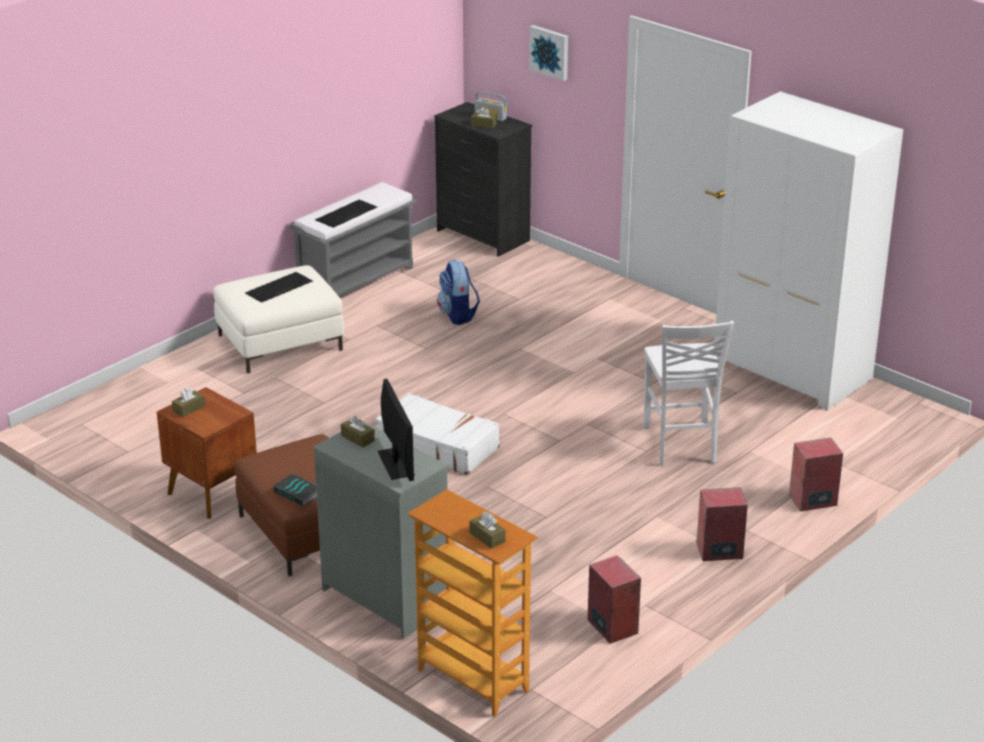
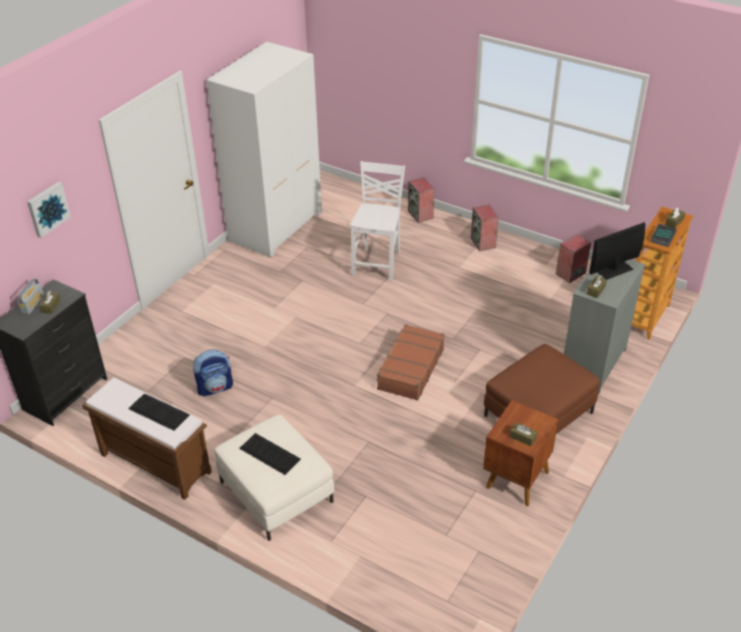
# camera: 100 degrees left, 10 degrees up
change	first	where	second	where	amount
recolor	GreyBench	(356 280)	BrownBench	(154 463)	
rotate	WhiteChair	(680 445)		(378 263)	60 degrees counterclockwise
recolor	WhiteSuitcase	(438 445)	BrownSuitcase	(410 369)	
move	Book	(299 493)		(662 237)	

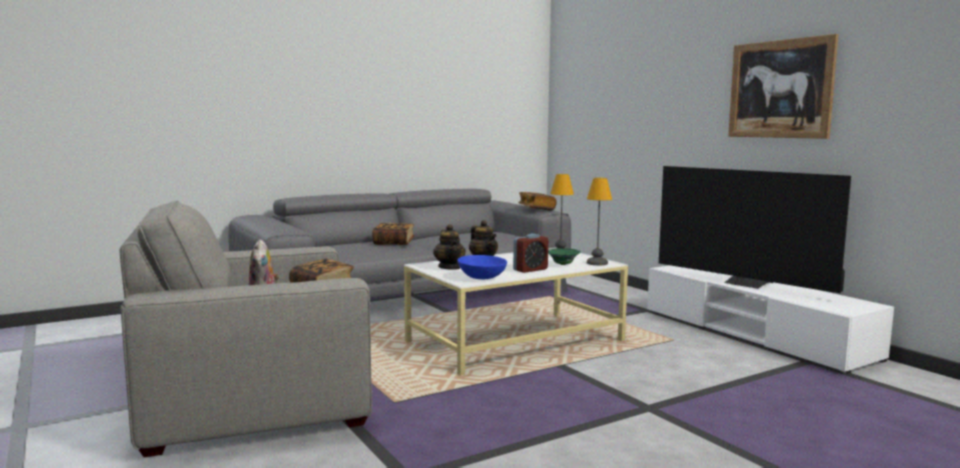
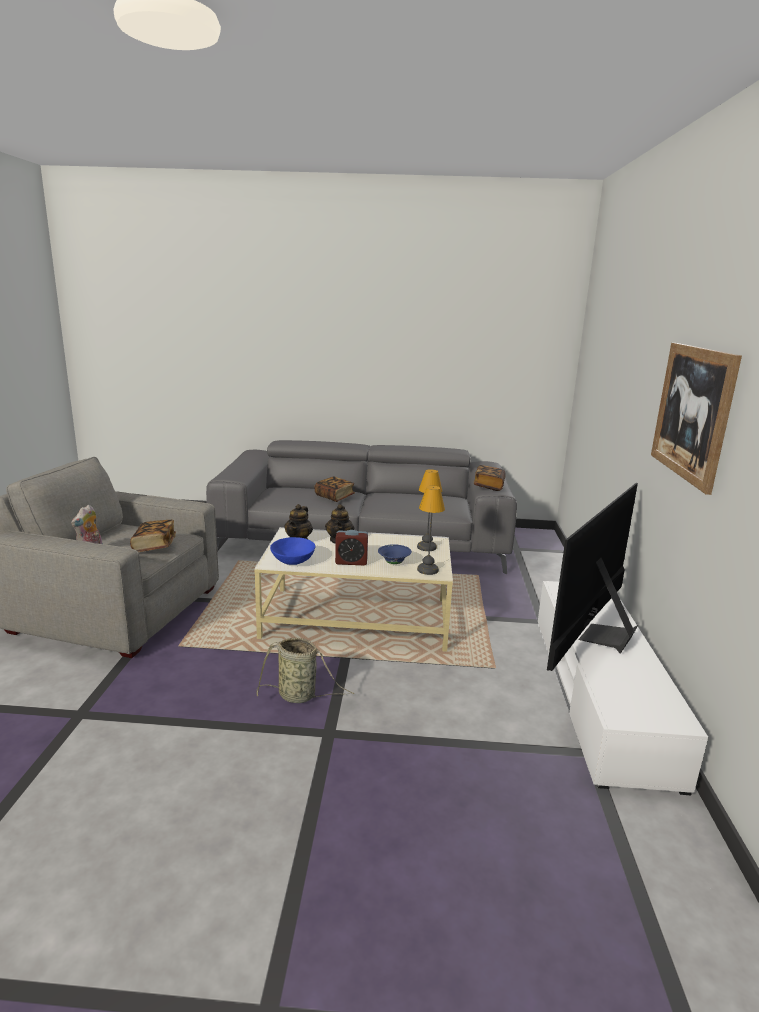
# camera: 35 degrees right, 10 degrees up
change	first	where	second	where	amount
insert			Basket	(300 696)	
recolor	GreenBowl	(563 264)	BlueBowl	(394 563)	
rotate	Television	(746 283)		(598 636)	45 degrees clockwise

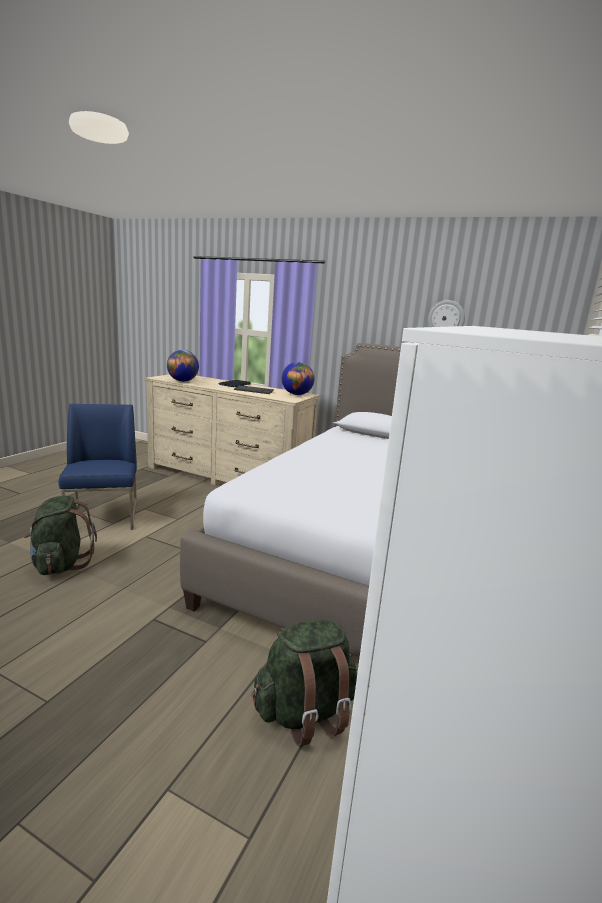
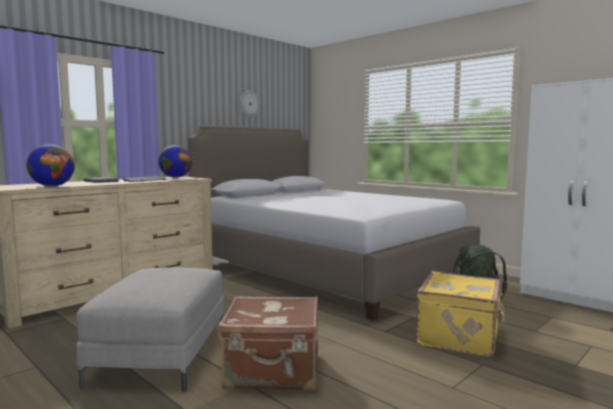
# camera: 70 degrees left, 10 degrees down
change	first	where	second	where	amount
replace	BlueChair	(104 517)	GreyOttoman	(160 353)	
replace	GreenBackpack	(60 564)	BrownSuitcase	(273 372)	
insert			YellowSuitcase	(460 337)	

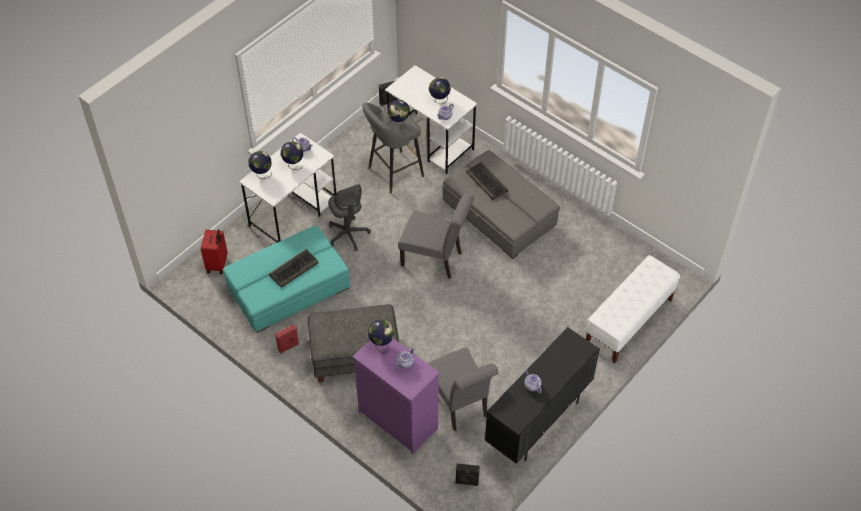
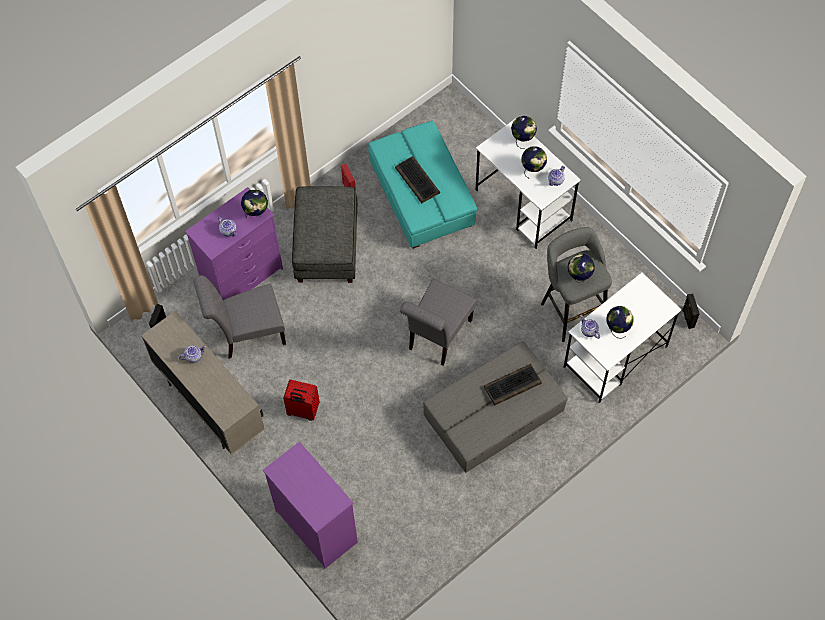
# camera: 100 degrees right, 10 degrees up
change	first	where	second	where	amount
recolor	BlackCabinet	(538 422)	BeigeCabinet	(210 405)	
replace	WhiteBench	(628 322)	PurpleDresser	(316 525)	
move	RedSuitcase	(218 264)		(302 411)	
delete	GreyOfficeChair	(348 235)			

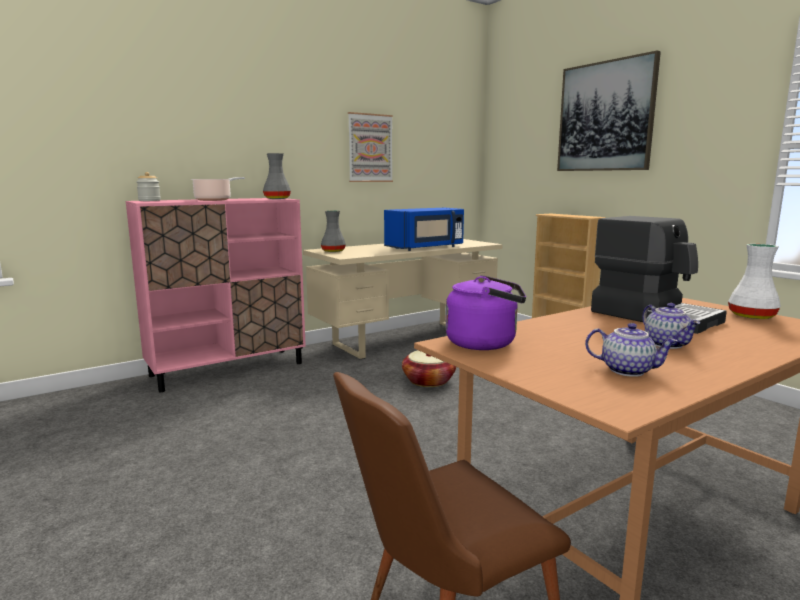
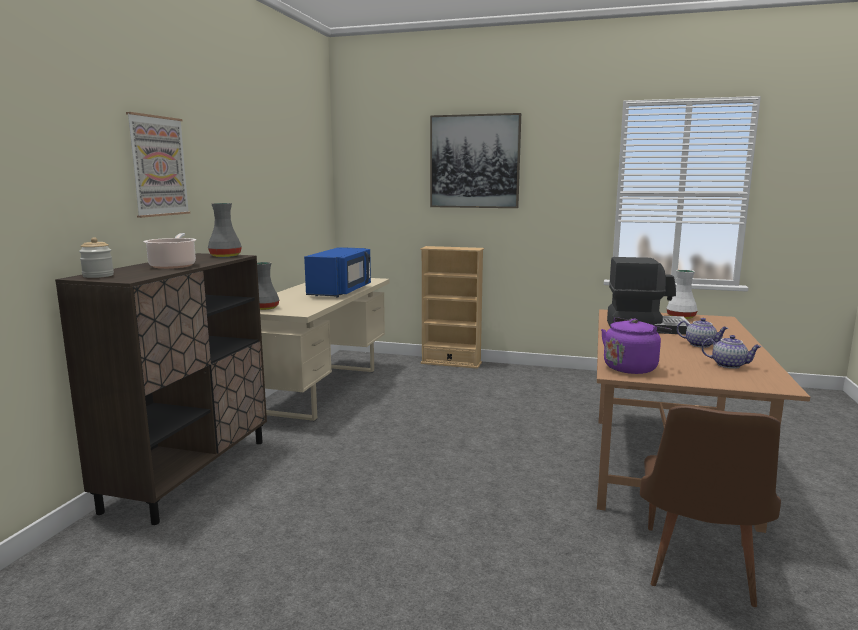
# camera: 40 degrees left, 0 degrees up
change	first	where	second	where	amount
recolor	PinkCabinet	(228 369)	BrownCabinet	(189 473)	
move	Picture	(370 148)		(158 166)	
rotate	Teapot	(627 370)		(729 365)	45 degrees clockwise
delete	Basket	(428 381)			

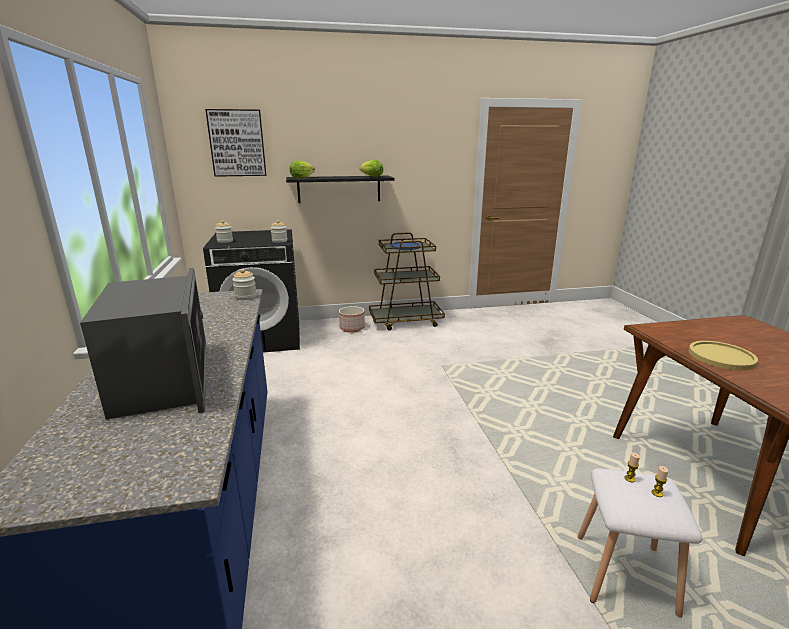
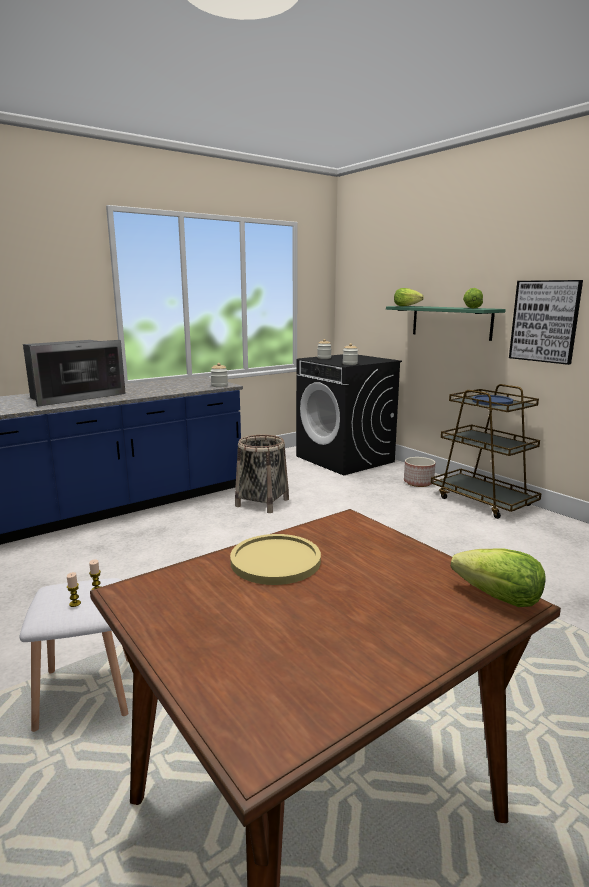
# camera: 65 degrees right, 5 degrees down
change	first	where	second	where	amount
insert			Basket	(262 503)	
recolor	BlackShelf	(339 189)	GreenShelf	(451 322)	
insert			Lettuce	(499 599)	
move	Picture	(237 143)		(545 321)	

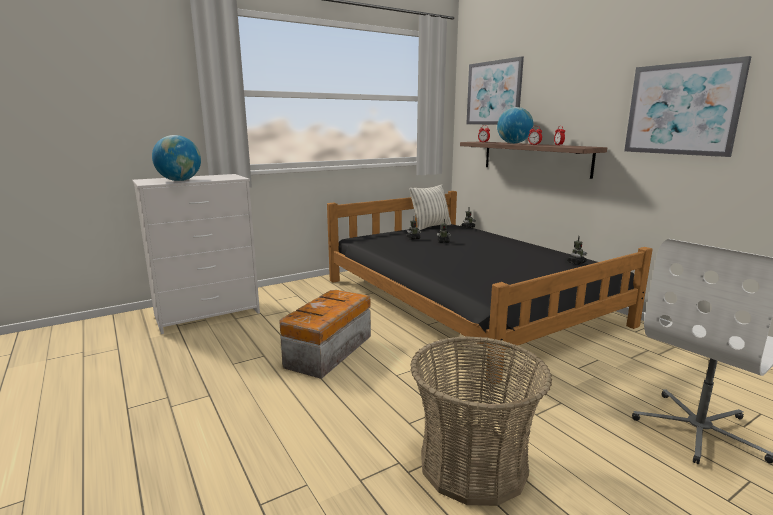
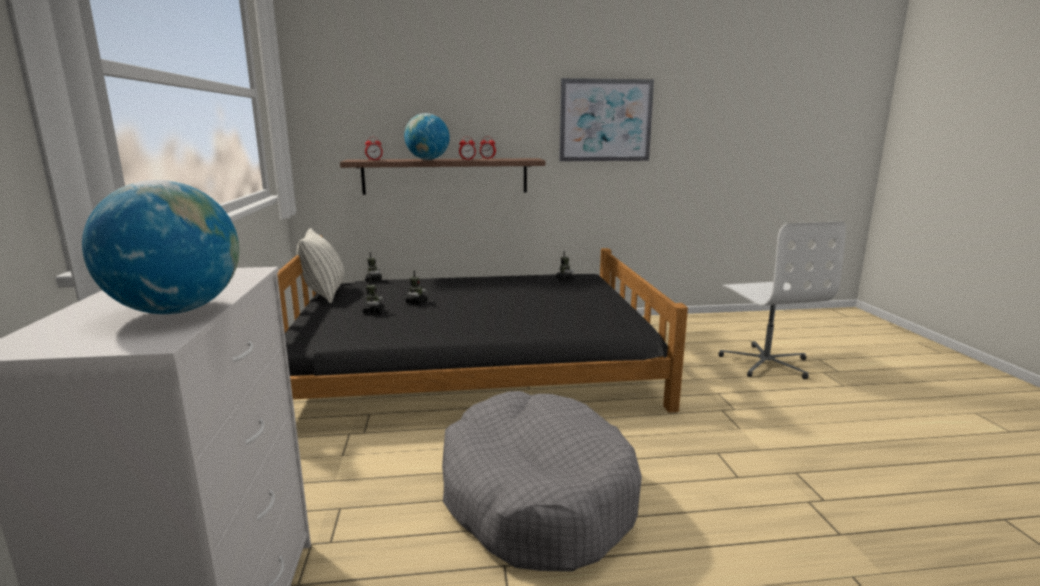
# camera: 65 degrees left, 0 degrees up
change	first	where	second	where	amount
replace	StorageBox	(327 351)	GreyDogBed	(536 496)	
delete	Basket	(473 464)			
delete	Picture	(493 93)			

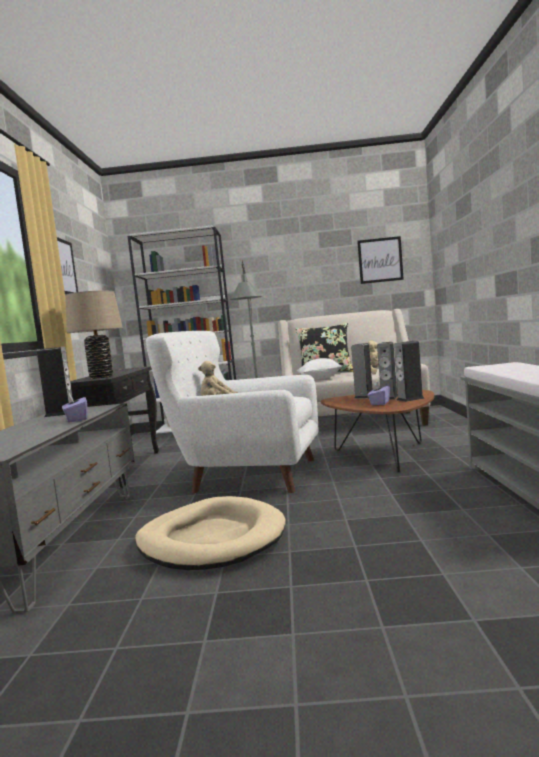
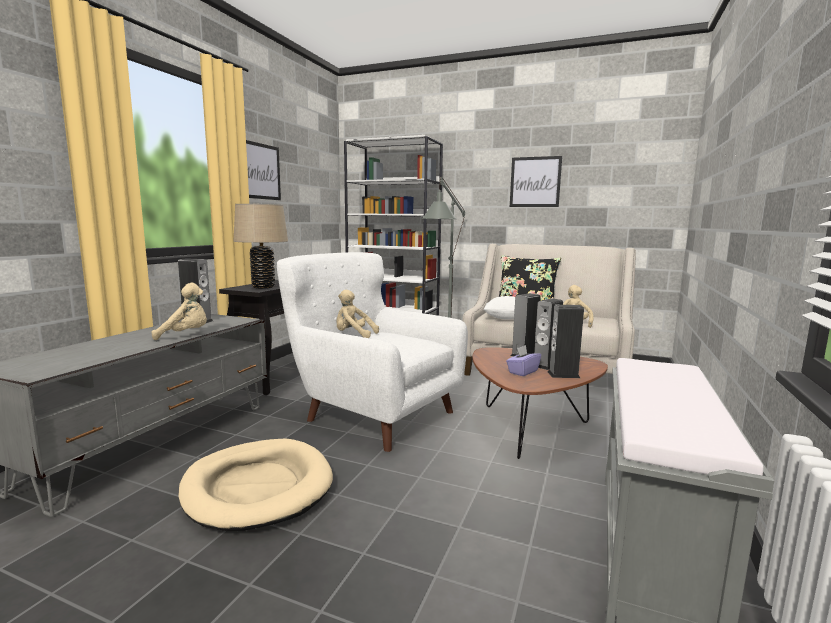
# camera: 20 degrees right, 5 degrees up
change	first	where	second	where	amount
replace	PurpleTissueBox	(76 419)	BeigePlushToy	(185 335)	
move	Picture	(380 260)		(535 182)	

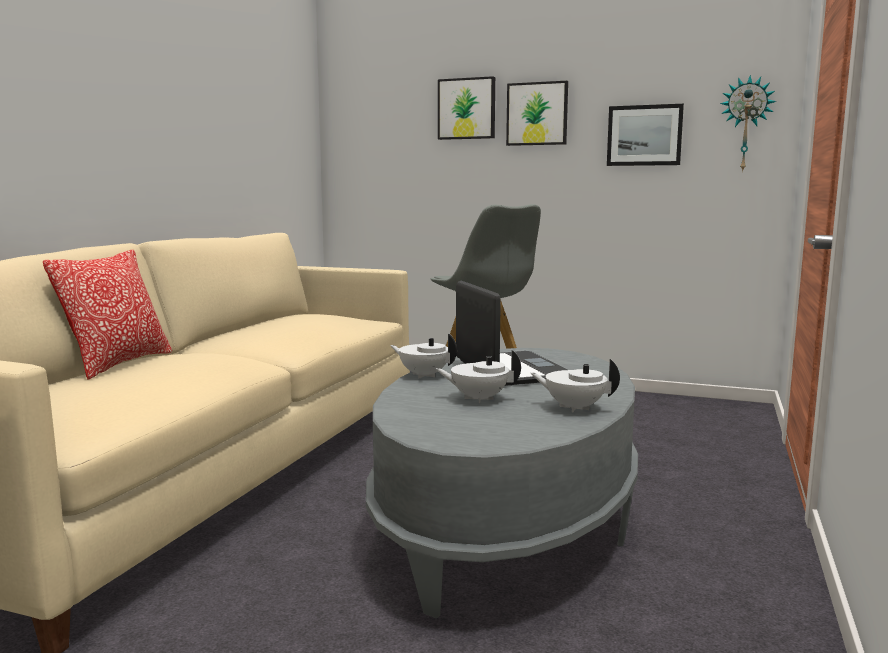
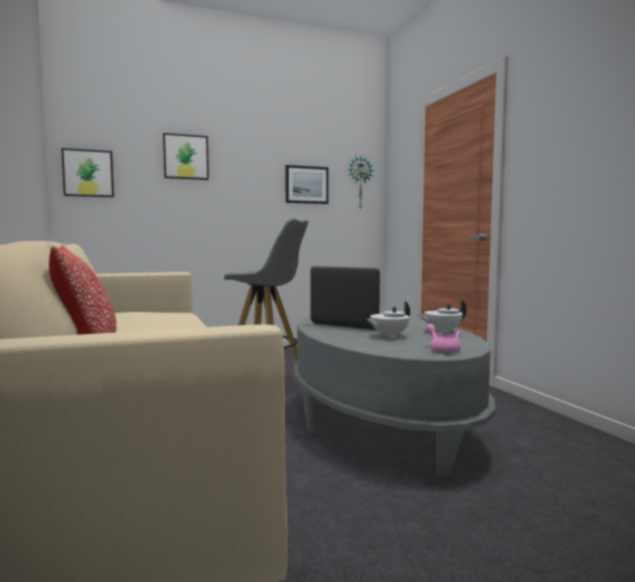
# camera: 40 degrees left, 5 degrees down
change	first	where	second	where	amount
move	Picture	(537 114)		(88 173)	
insert			PinkTeapot	(442 350)	
delete	WhiteTeapot	(424 375)			

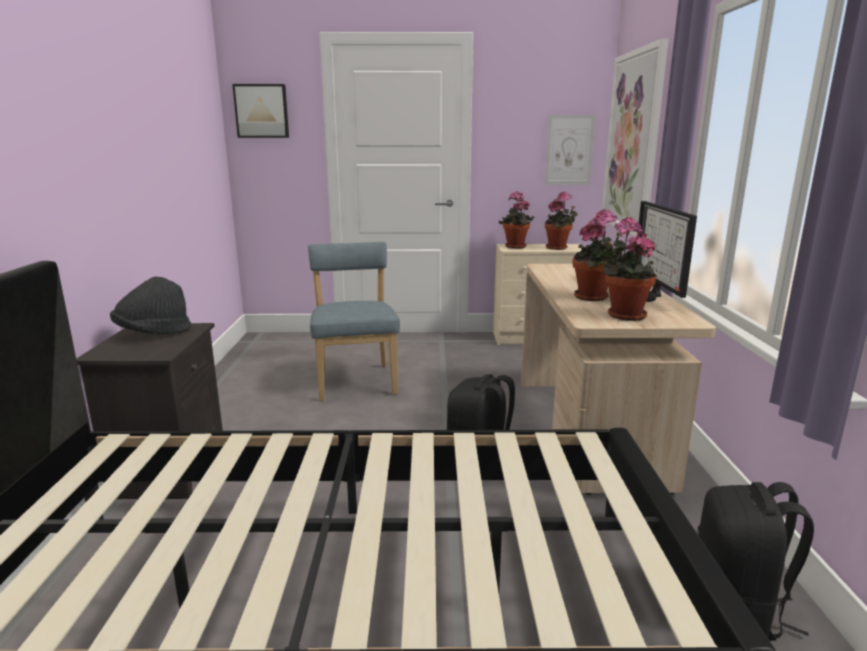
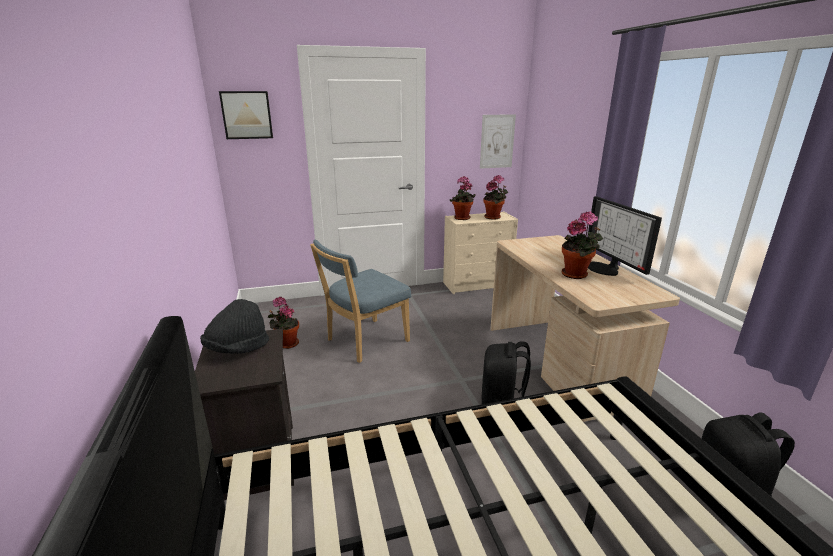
# camera: 15 degrees left, 5 degrees up
change	first	where	second	where	amount
move	PottedPlant	(623 315)		(286 344)	
rotate	BlueChair	(356 380)		(364 342)	105 degrees counterclockwise
delete	Picture	(633 142)			

